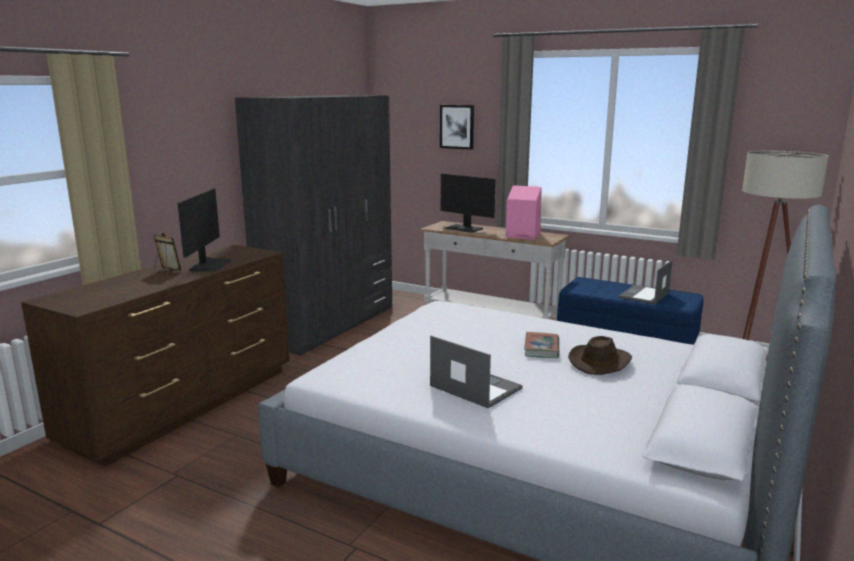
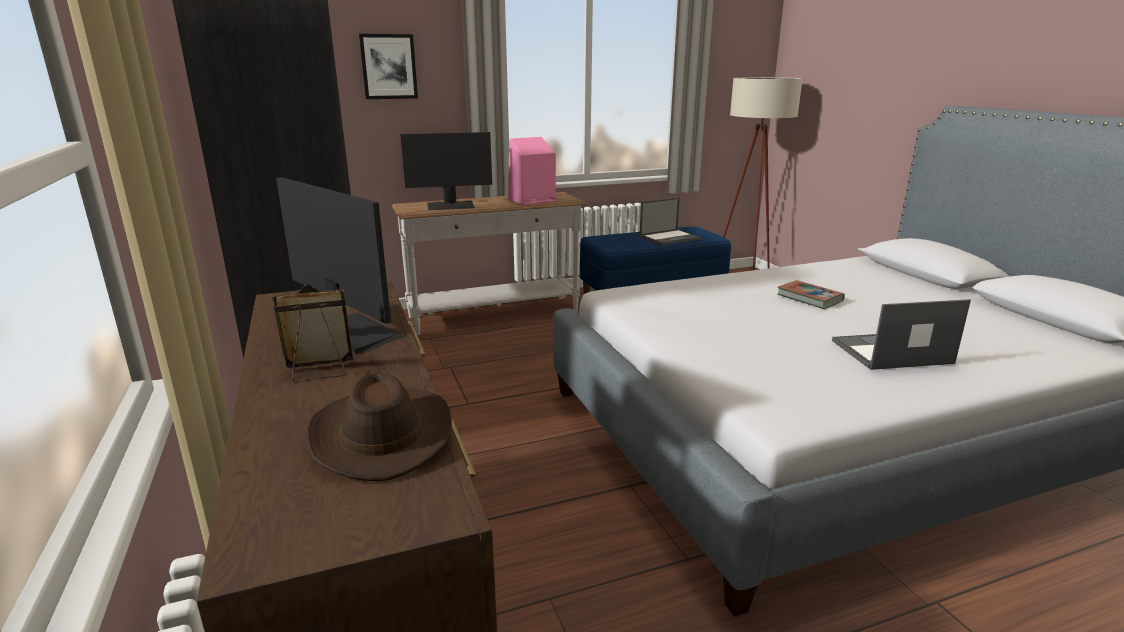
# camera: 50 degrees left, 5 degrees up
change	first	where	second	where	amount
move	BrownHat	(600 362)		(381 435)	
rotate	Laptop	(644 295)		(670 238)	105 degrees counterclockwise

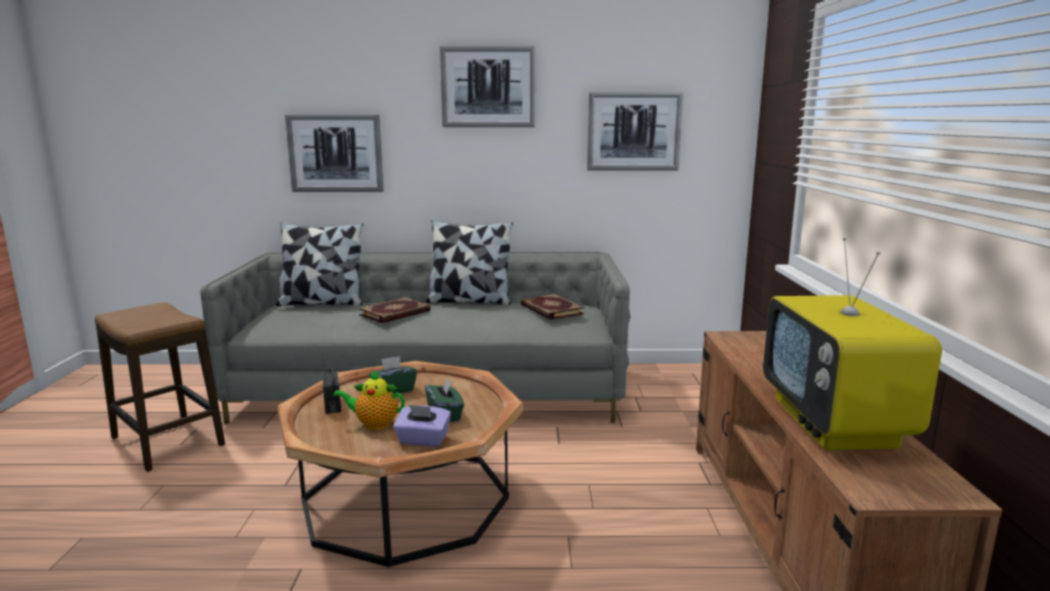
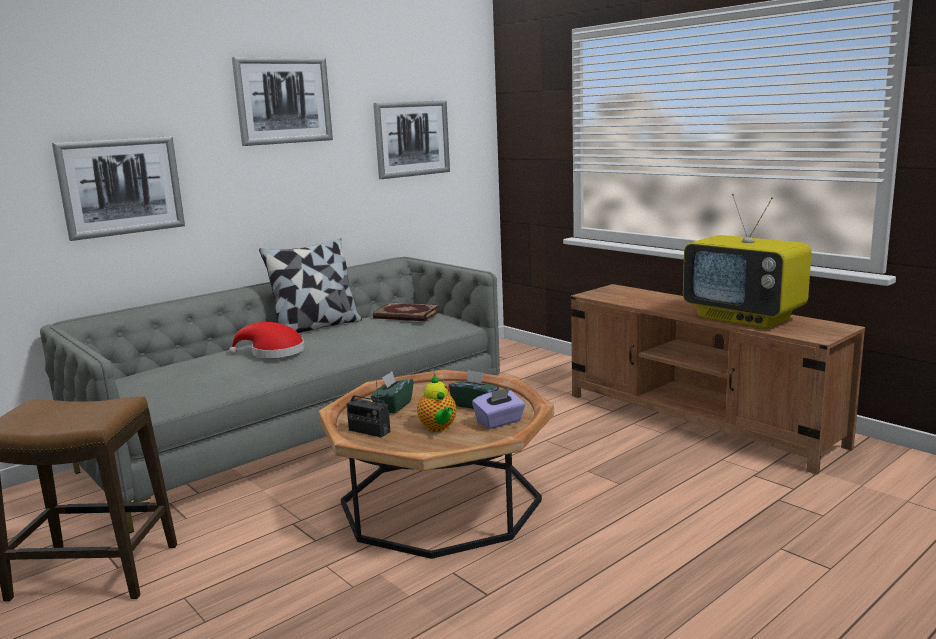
# camera: 40 degrees left, 0 degrees up
change	first	where	second	where	amount
replace	Book	(395 313)	RedHat	(273 352)	
rotate	Teapot	(374 424)		(438 428)	75 degrees counterclockwise
delete	Pillow	(322 303)			

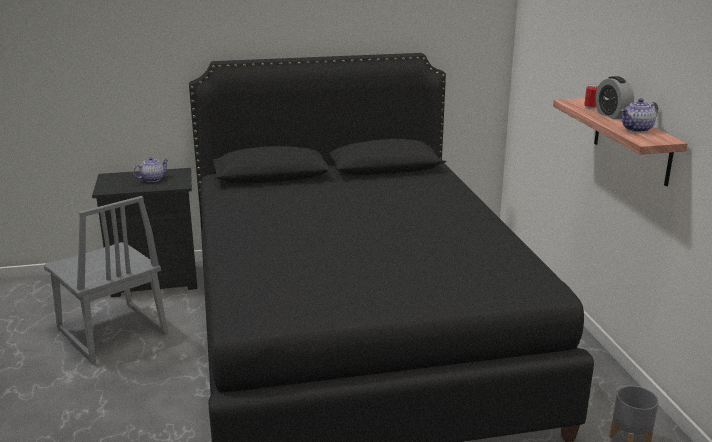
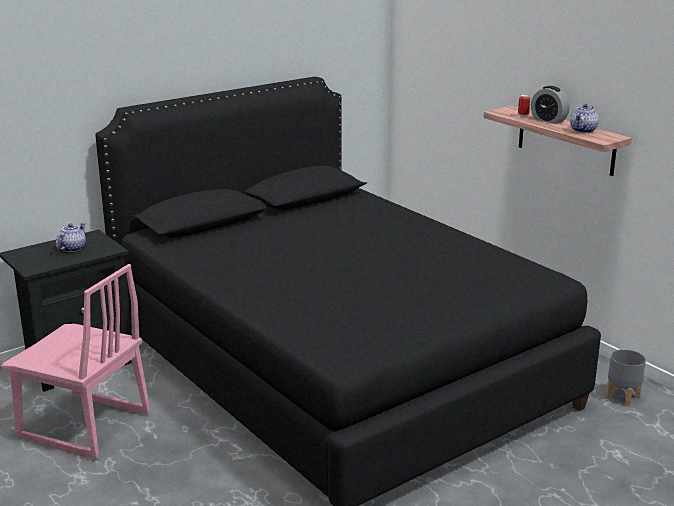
# camera: 25 degrees left, 0 degrees up
change	first	where	second	where	amount
recolor	GreyChair	(111 333)	PinkChair	(84 426)	

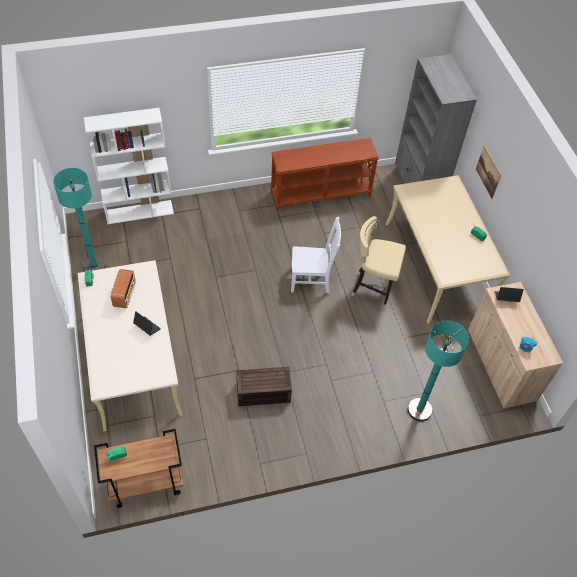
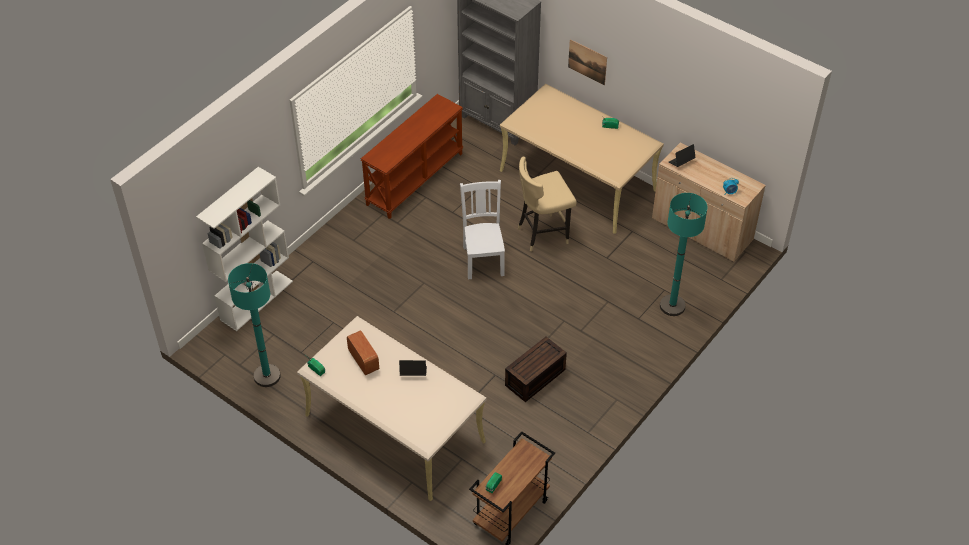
# camera: 35 degrees left, 5 degrees down
change	first	where	second	where	amount
rotate	WhiteChair	(312 280)		(483 259)	60 degrees counterclockwise

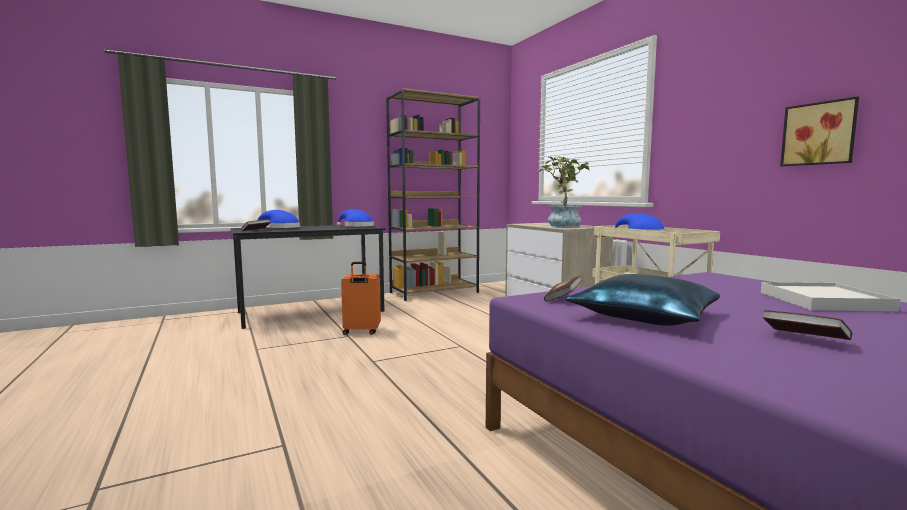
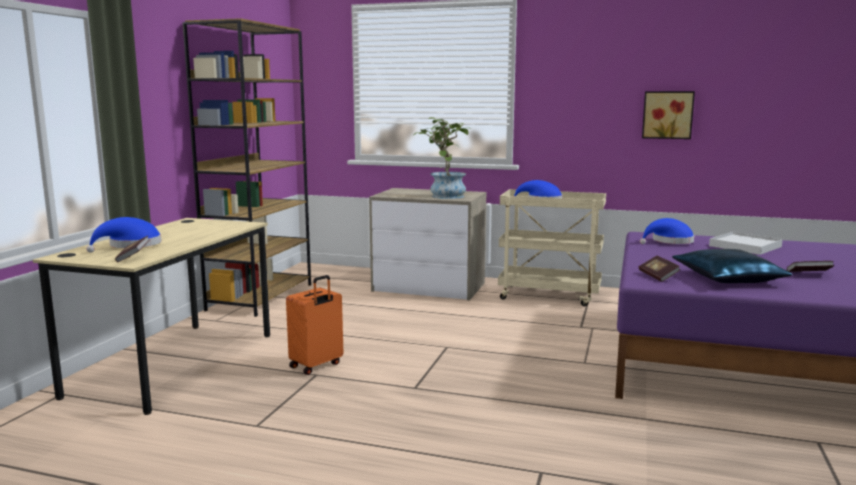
# camera: 45 degrees left, 5 degrees up
change	first	where	second	where	amount
recolor	BlackDesk	(311 311)	BeigeDesk	(175 363)	
move	BlueHat	(356 226)		(669 242)	

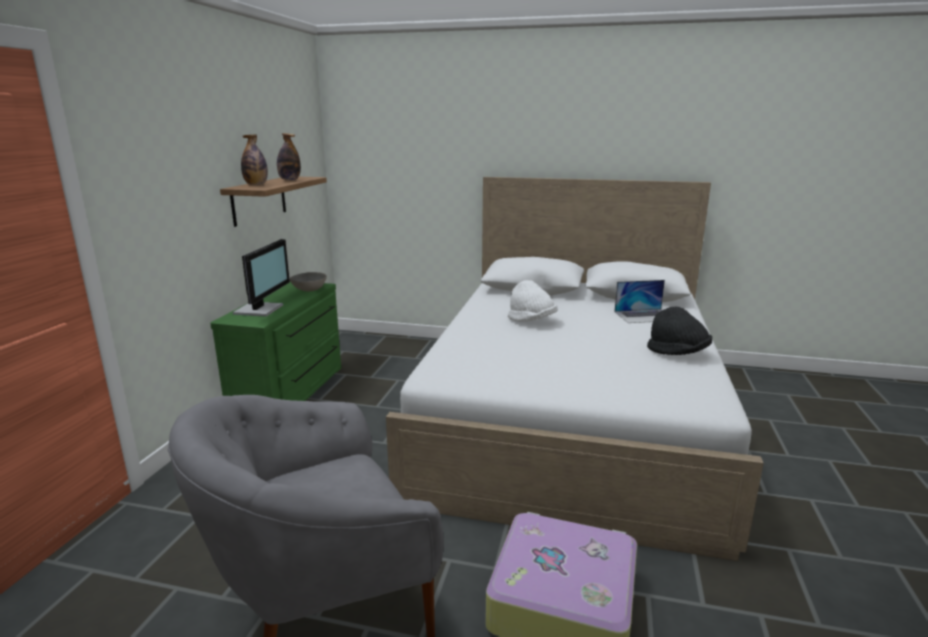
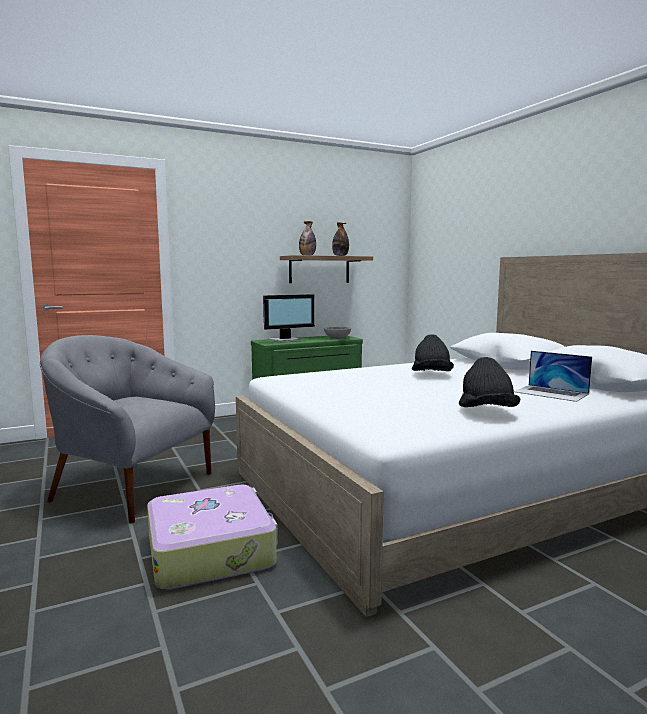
# camera: 50 degrees right, 10 degrees down
change	first	where	second	where	amount
recolor	WhiteHat	(531 321)	BlackHat	(431 375)	

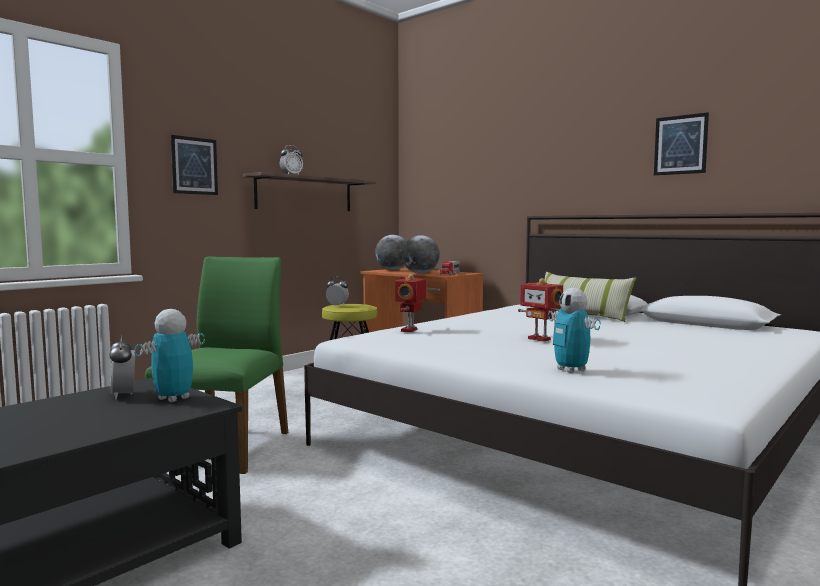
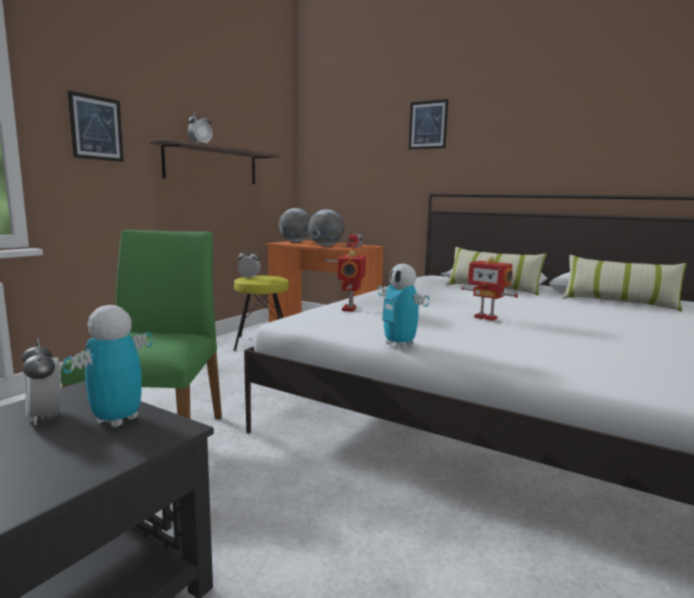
# camera: 10 degrees left, 5 degrees up
change	first	where	second	where	amount
move	ToyRobot	(571 370)		(399 344)	
move	Picture	(680 145)		(428 125)	
insert			Pillow	(619 303)	

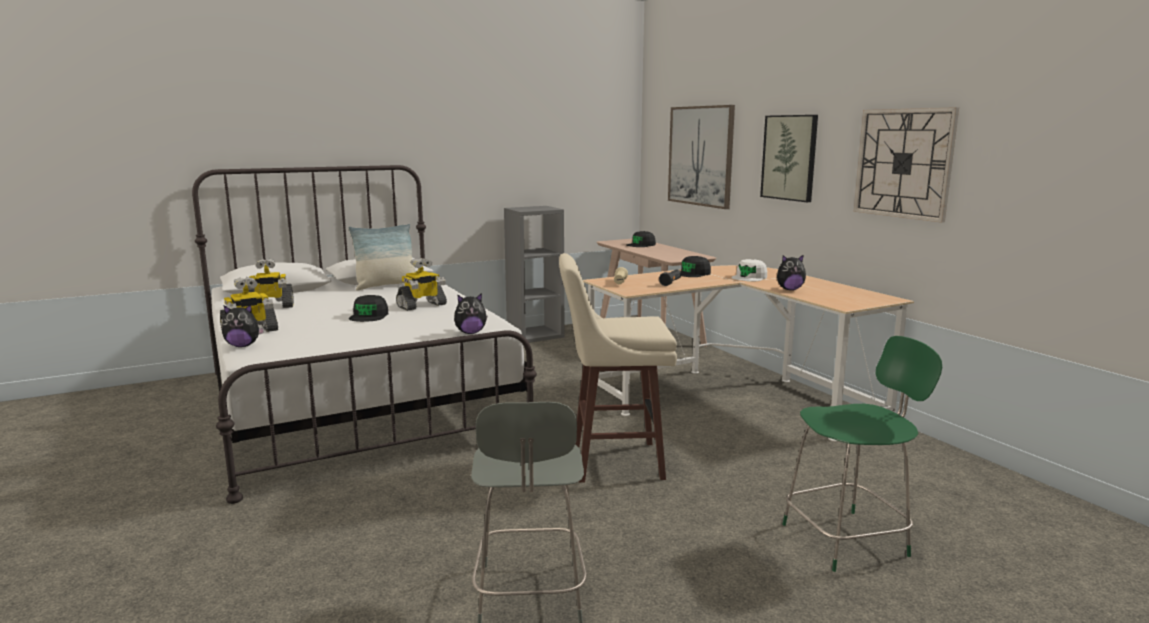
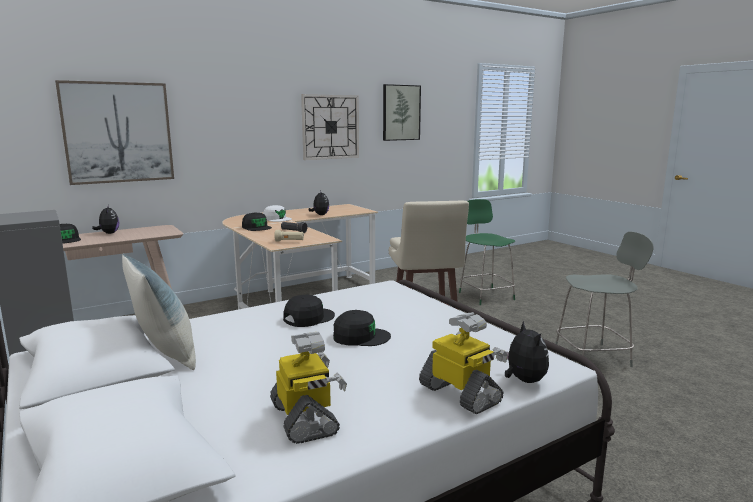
# camera: 95 degrees left, 0 degrees up
change	first	where	second	where	amount
move	PlushToy	(470 333)		(108 233)	
replace	ToyRobot	(422 306)	BlackCap	(308 318)	
move	Picture	(789 157)		(401 112)	

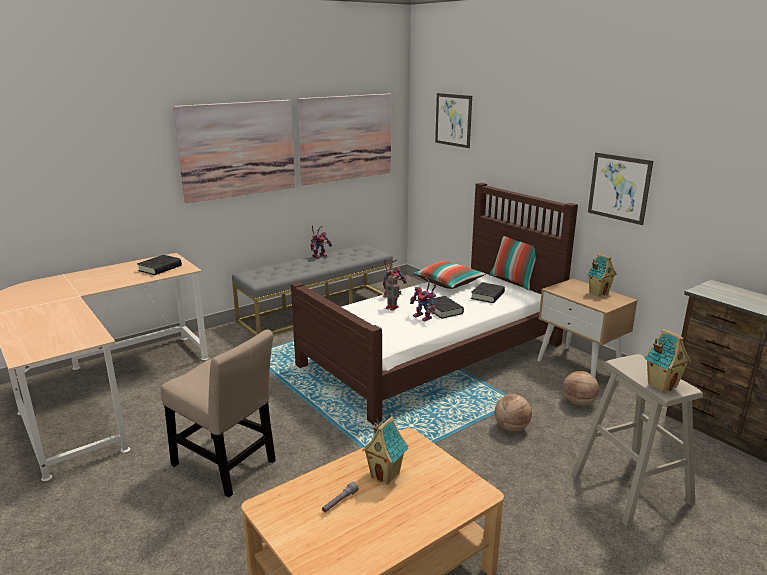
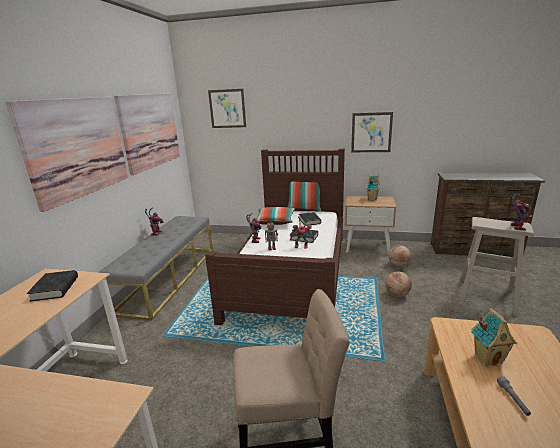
# camera: 40 degrees left, 0 degrees up
change	first	where	second	where	amount
replace	ToyHouse	(661 385)	ToyRobot	(516 226)	

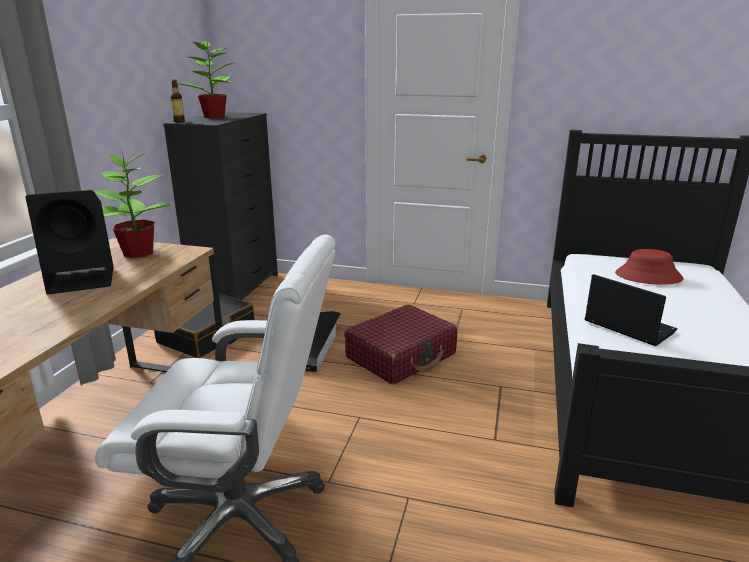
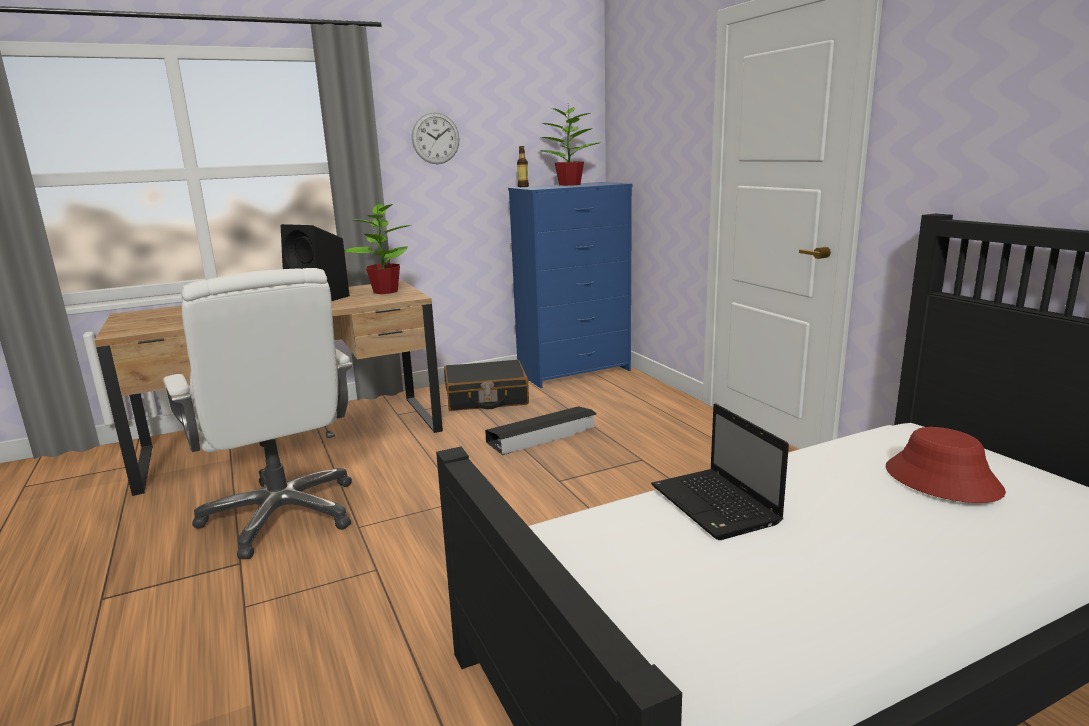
# camera: 50 degrees right, 5 degrees down
change	first	where	second	where	amount
insert			WallClock	(435 138)	
recolor	BlackDresser	(237 289)	BlueDresser	(575 371)	
rotate	Laptop	(627 326)		(716 506)	150 degrees clockwise
delete	RedSuitcase	(401 356)			

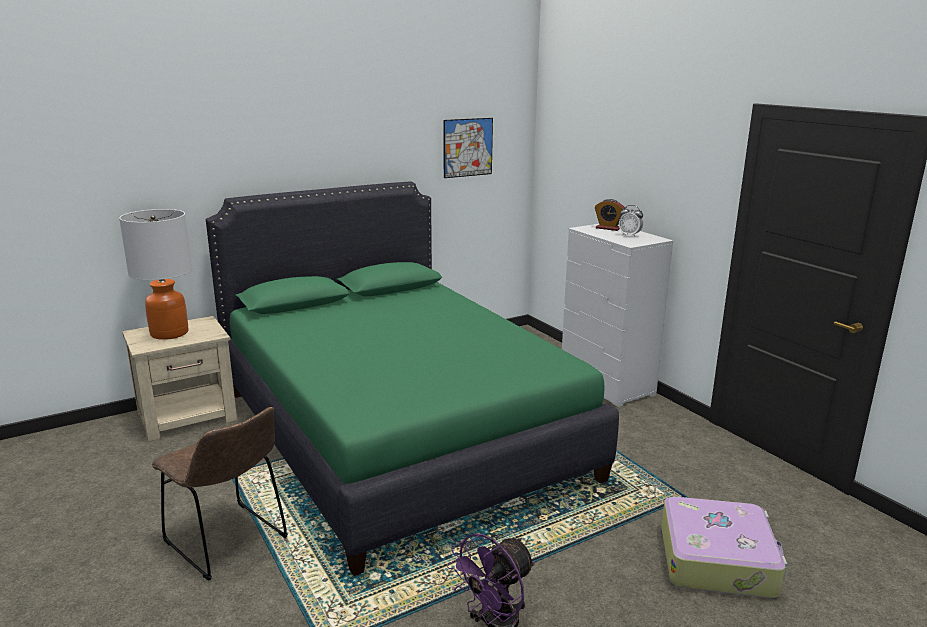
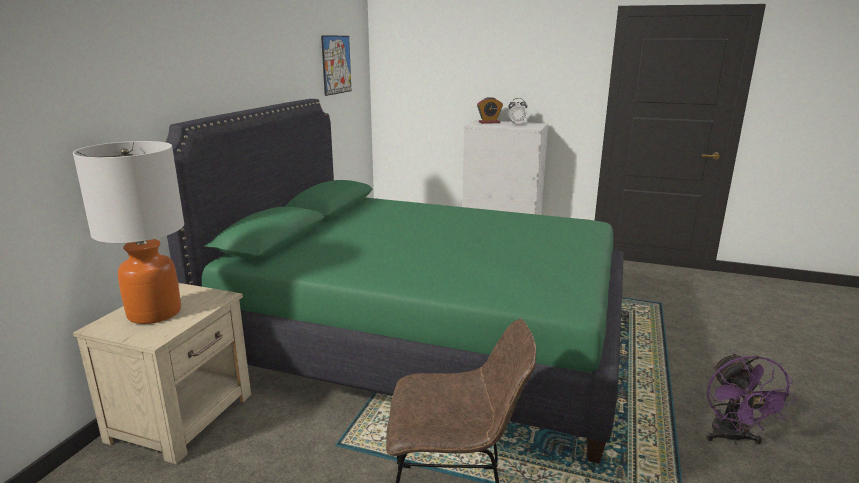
# camera: 40 degrees left, 0 degrees up
change	first	where	second	where	amount
delete	Suitcase	(717 560)			

